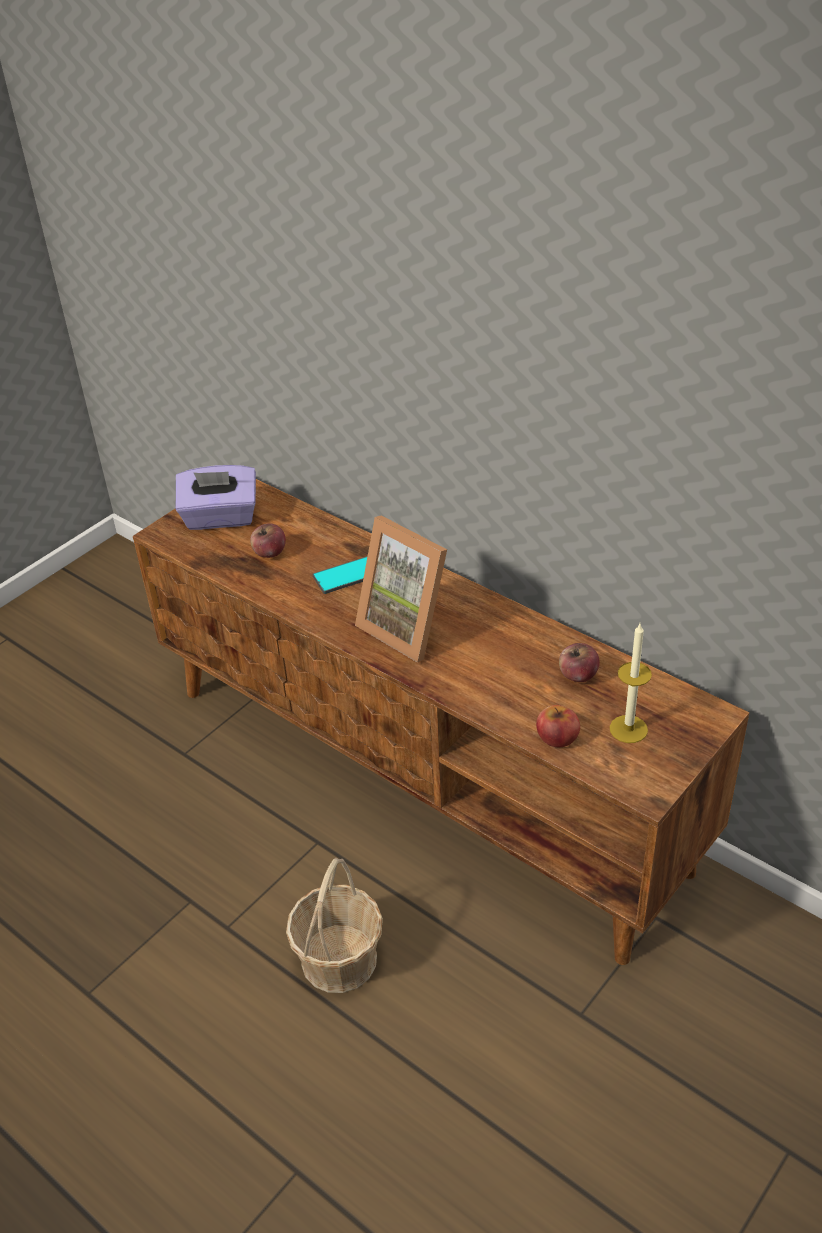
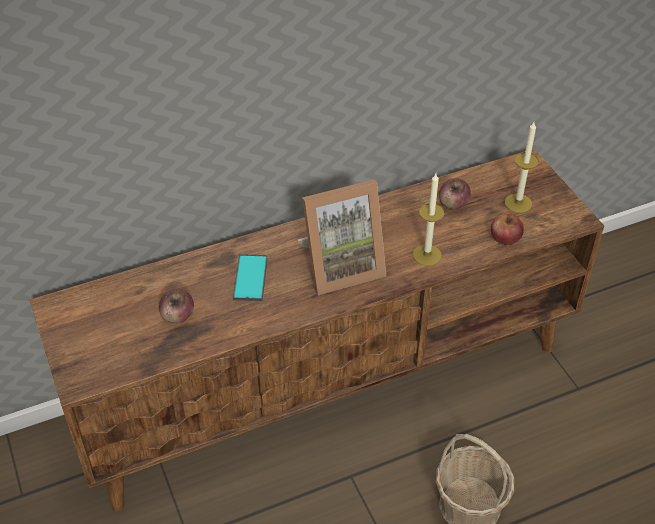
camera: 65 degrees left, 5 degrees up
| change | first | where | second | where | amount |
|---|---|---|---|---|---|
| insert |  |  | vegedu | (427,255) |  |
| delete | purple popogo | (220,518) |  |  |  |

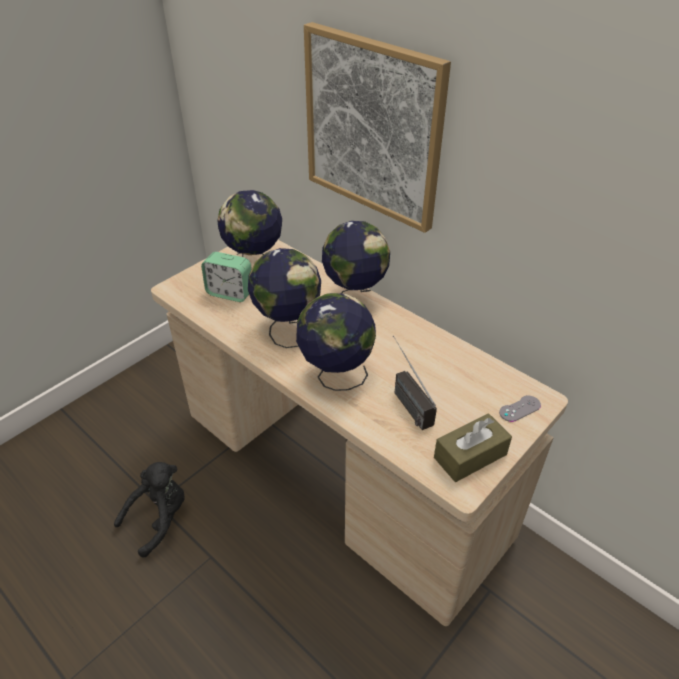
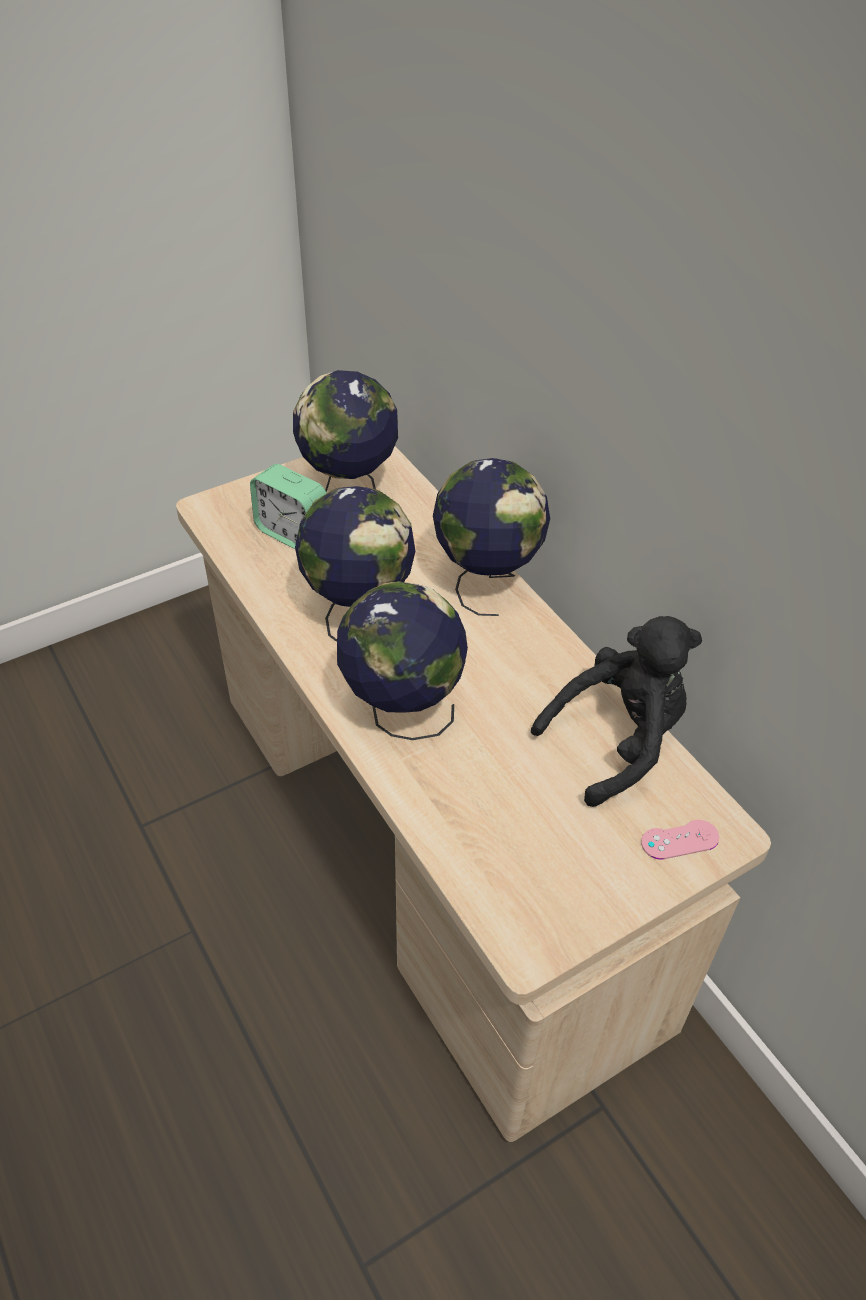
camera: 15 degrees right, 5 degrees up
| change | first | where | second | where | amount |
|---|---|---|---|---|---|
| move | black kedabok | (159,519) |  | (617,741) |  |
| recolor | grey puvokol | (519,408) | pink puvokol | (679,840) |  |
| delete | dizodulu | (373,127) |  |  |  |
| delete | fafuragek | (404,399) |  |  |  |
| delete | brown popogo | (470,456) |  |  |  |

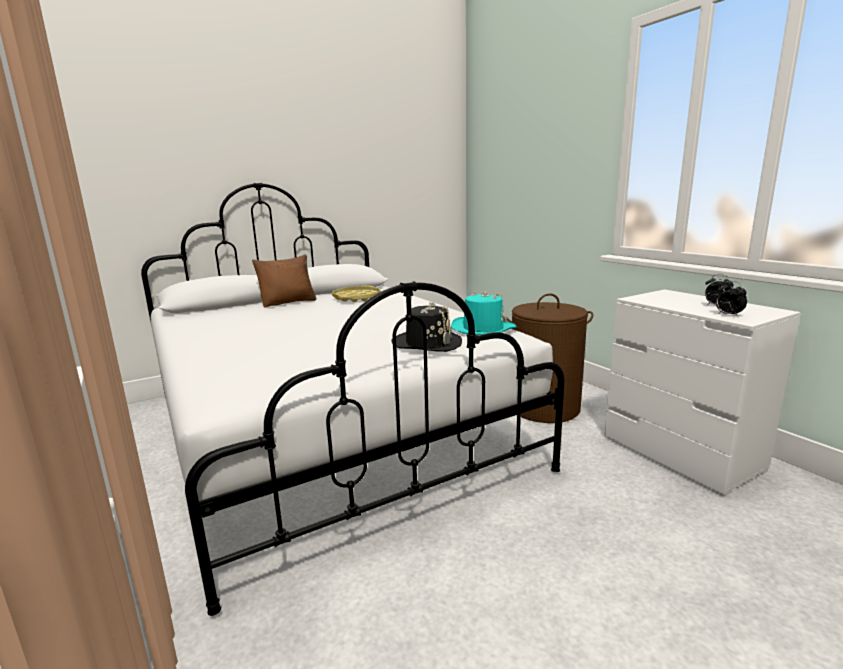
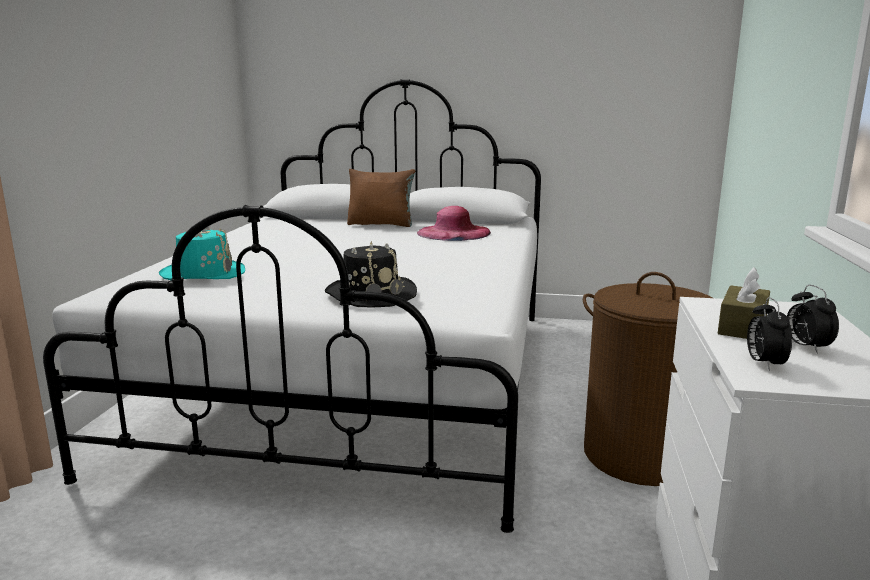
camera: 40 degrees right, 0 degrees up
| change | first | where | second | where | amount |
|---|---|---|---|---|---|
| move | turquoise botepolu | (482,329) |  | (203,274) |  |
| replace | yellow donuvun | (357,298) | pink botepolu | (453,232) |  |
| insert |  |  | brown popogo | (742,326) |  |

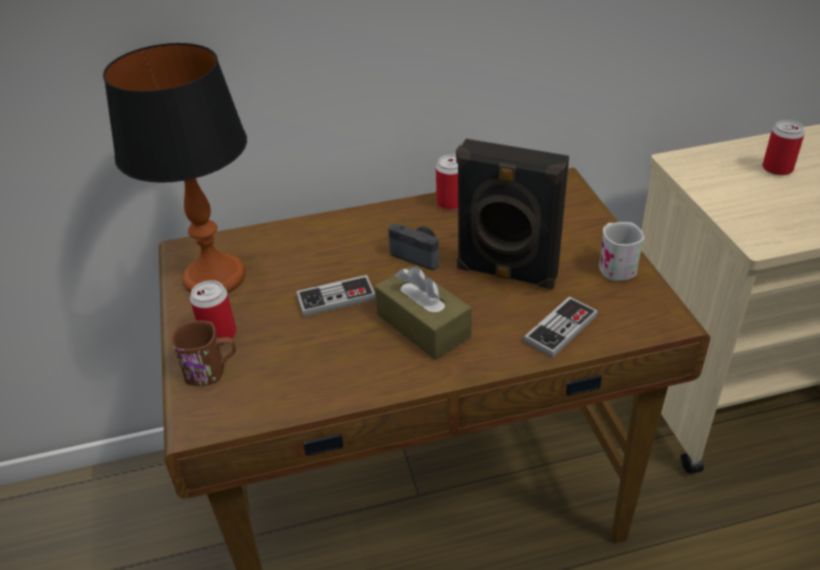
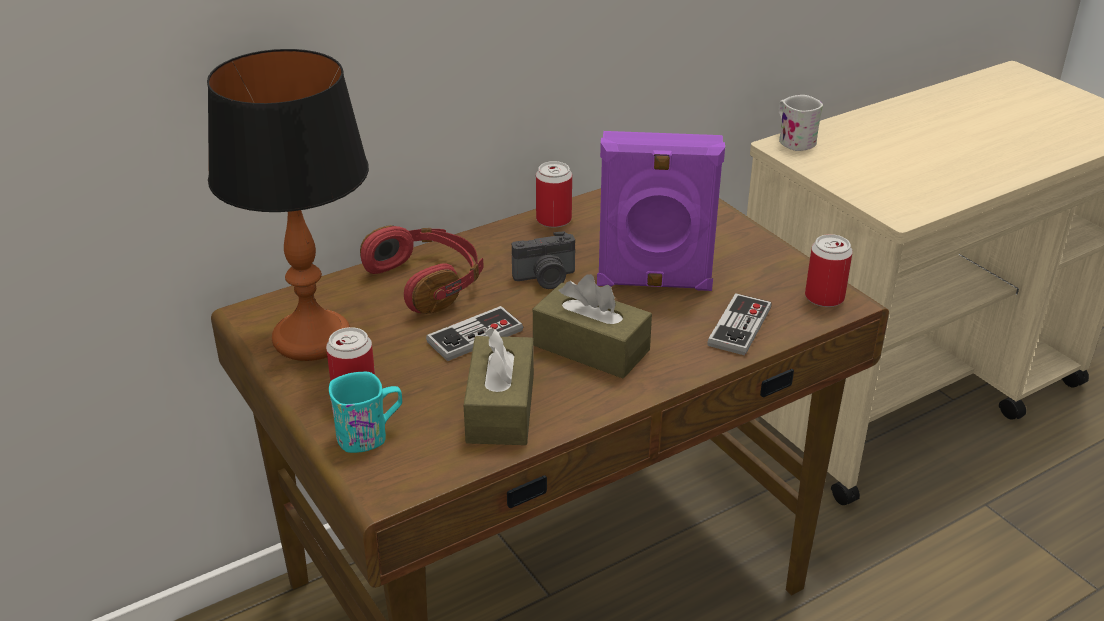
camera: 20 degrees left, 5 degrees down
| change | first | where | second | where | amount |
|---|---|---|---|---|---|
| recolor | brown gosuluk | (212,371) | turquoise gosuluk | (370,434) |  |
| insert |  |  | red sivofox | (428,282) |  |
| insert |  |  | brown popogo | (500,408) |  |
| rotate | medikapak | (418,255) |  | (546,279) | 150 degrees clockwise |
| recolor | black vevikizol | (506,274) | purple vevikizol | (654,283) |  |
| move | white gosuluk | (614,266) |  | (793,140) |  |
| move | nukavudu | (777,169) |  | (824,297) |  |

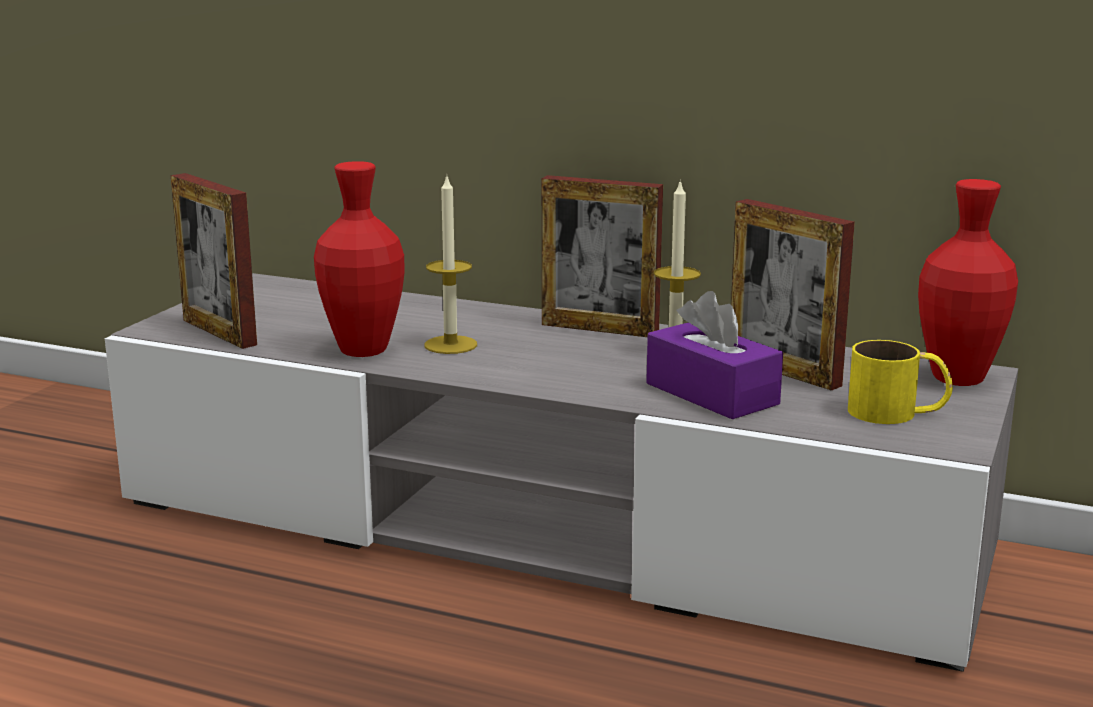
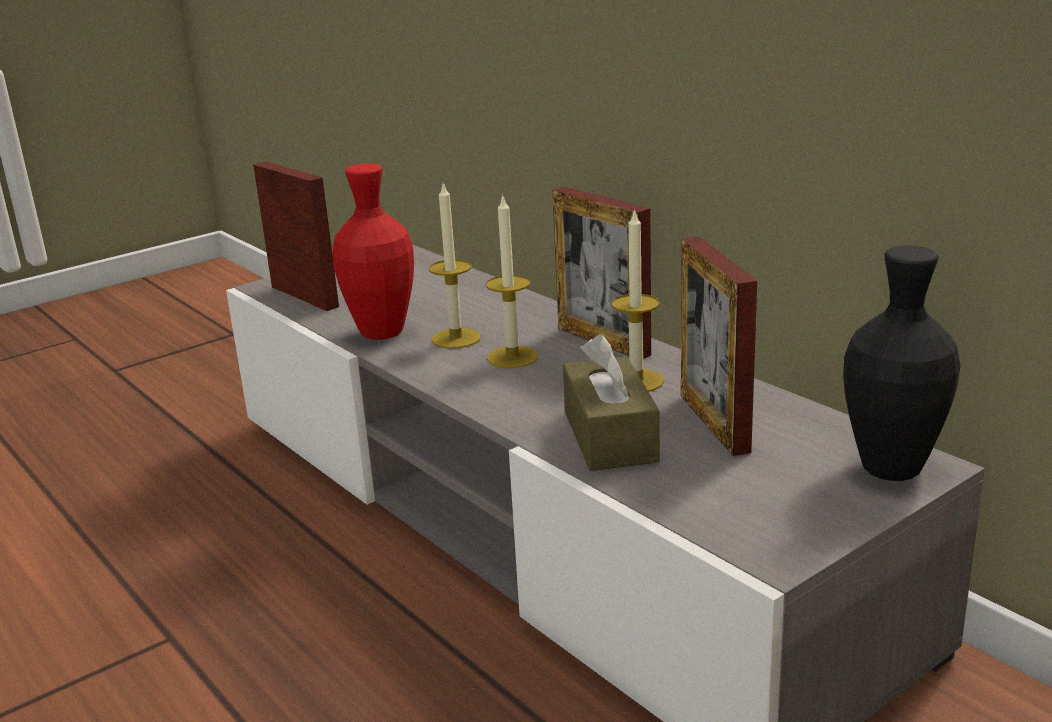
camera: 30 degrees right, 5 degrees up
| change | first | where | second | where | amount |
|---|---|---|---|---|---|
| rotate | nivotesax | (219,332) |  | (304,297) | 150 degrees clockwise |
| insert |  |  | vegedu | (512,357) |  |
| recolor | purple popogo | (711,394) | brown popogo | (610,436) |  |
| recolor | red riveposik | (958,379) | black riveposik | (891,469) |  |
| delete | yellow gosuluk | (898,413) |  |  |  |

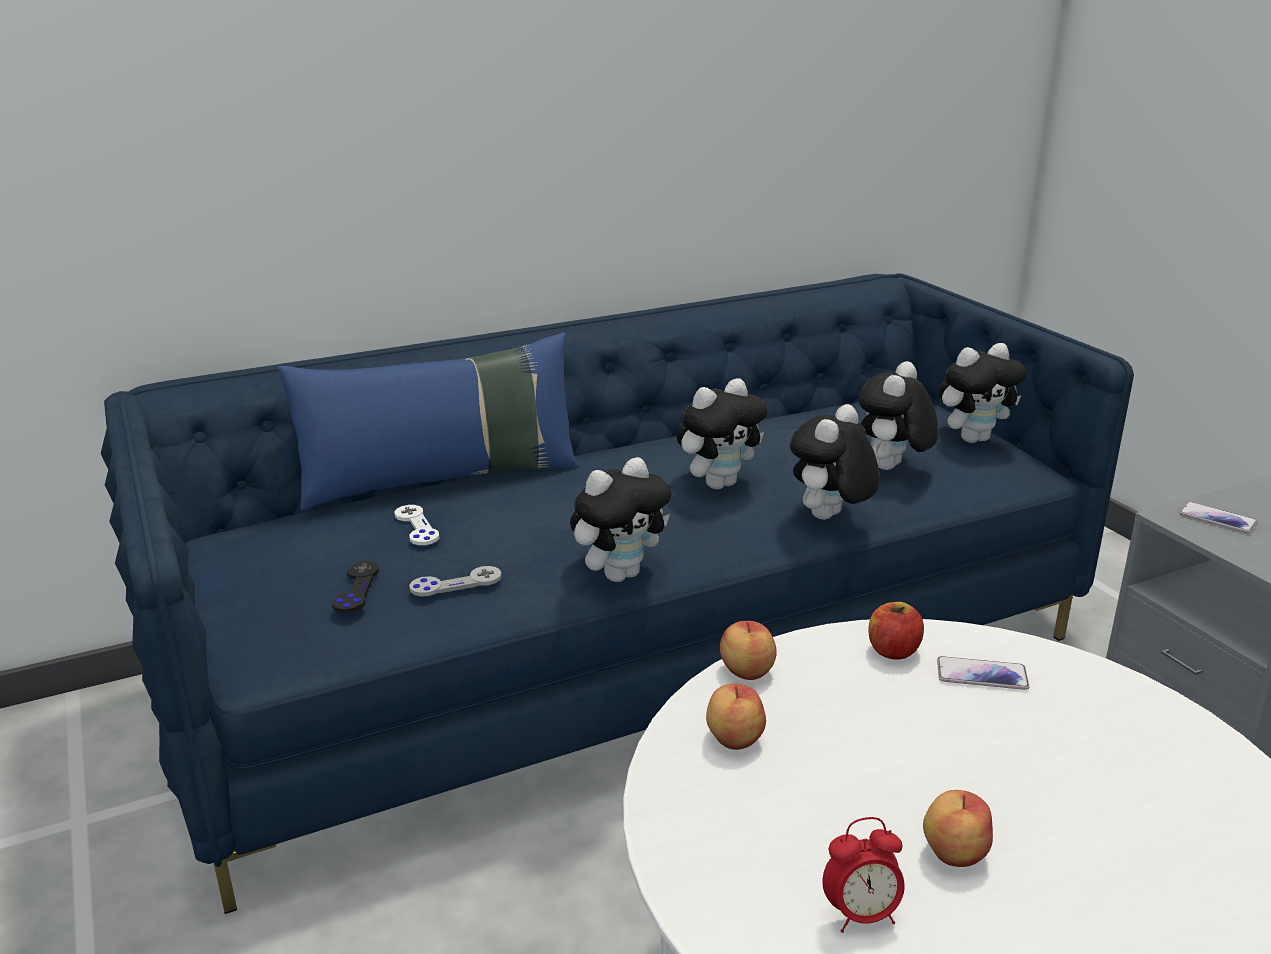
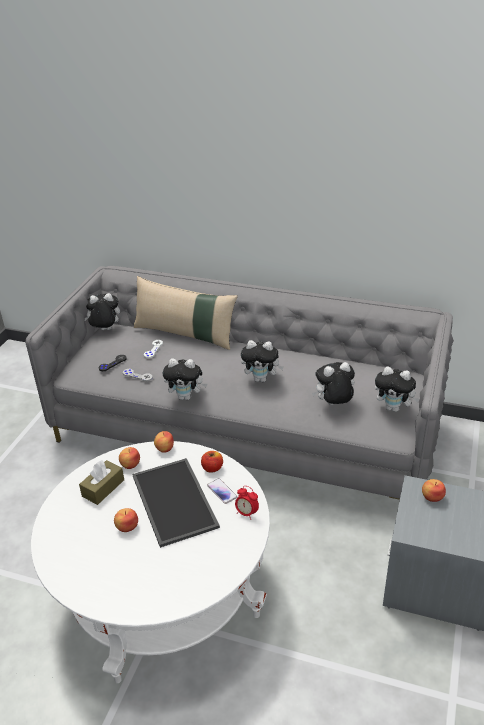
camera: 45 degrees right, 10 degrees up
| change | first | where | second | where | amount |
|---|---|---|---|---|---|
| recolor | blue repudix | (636,658) | grey repudix | (245,431) |  |
| insert |  |  | brown popogo | (103,488) |  |
| move | kedabok | (830,518) |  | (105,330) |  |
| insert |  |  | donuvun | (176,501) |  |
| recolor | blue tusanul | (442,480) | beige tusanul | (185,334) |  |
| move | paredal | (861,915) |  | (246,513) |  |
| replace | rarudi | (1217,519) | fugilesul | (432,497) |  |

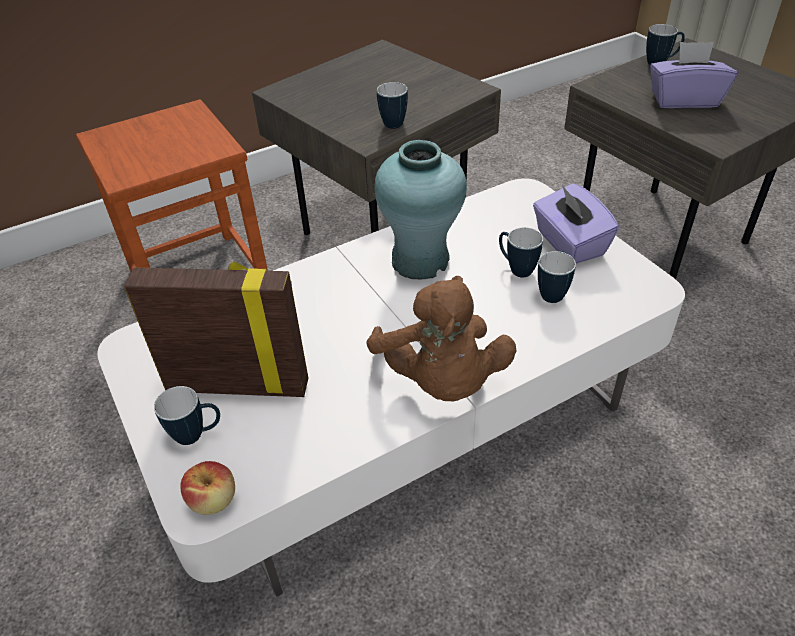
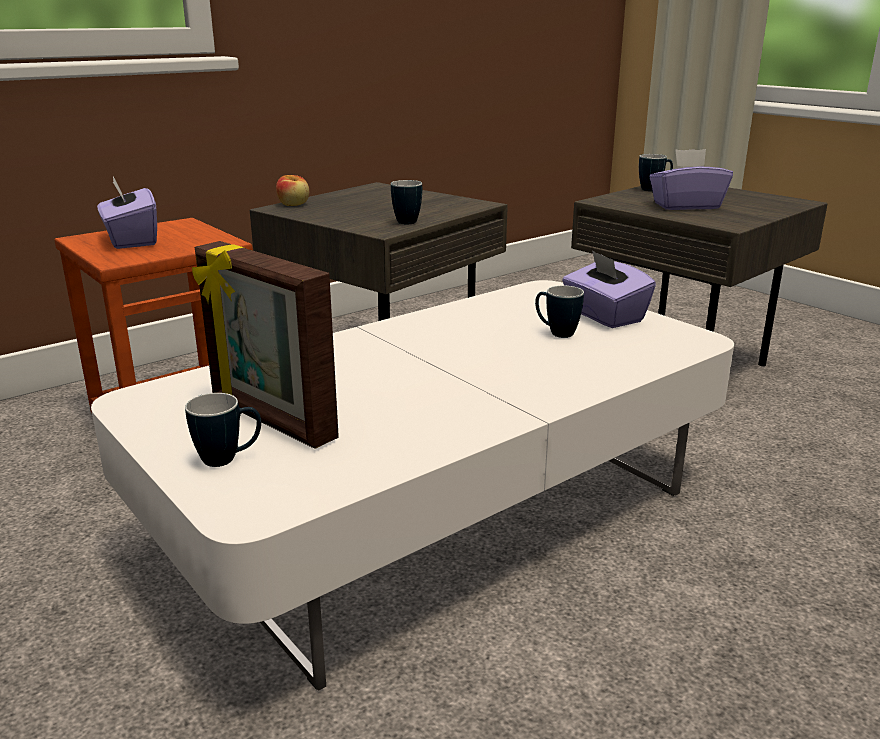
camera: 10 degrees left, 20 degrees down
| change | first | where | second | where | amount |
|---|---|---|---|---|---|
| insert |  |  | purple popogo | (131,240) |  |
| rotate | nivotesax | (238,384) |  | (270,421) | 135 degrees counterclockwise |
| move | fugilesul | (213,500) |  | (294,204) |  |
| delete | brown kedabok | (441,381) |  |  |  |
| delete | turquoise riveposik | (420,260) |  |  |  |
| delete | gosuluk | (553,292) |  |  |  |

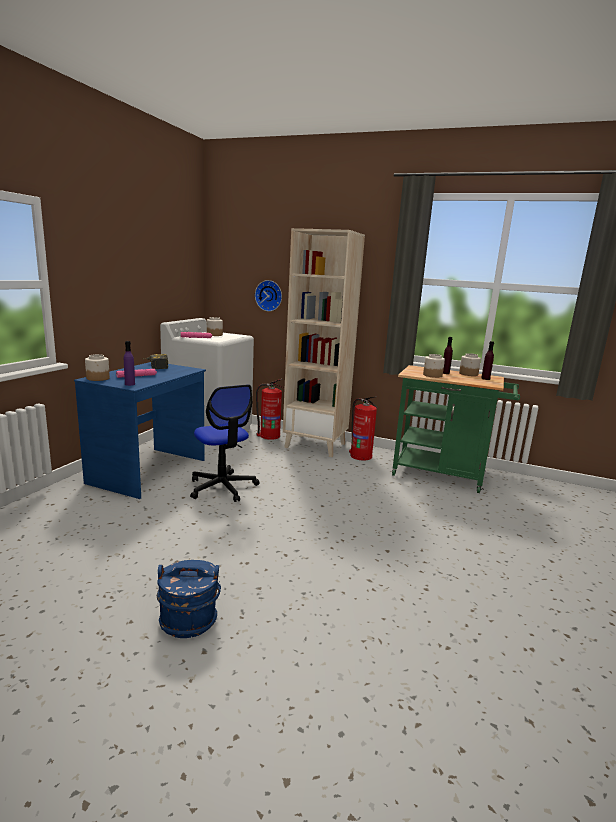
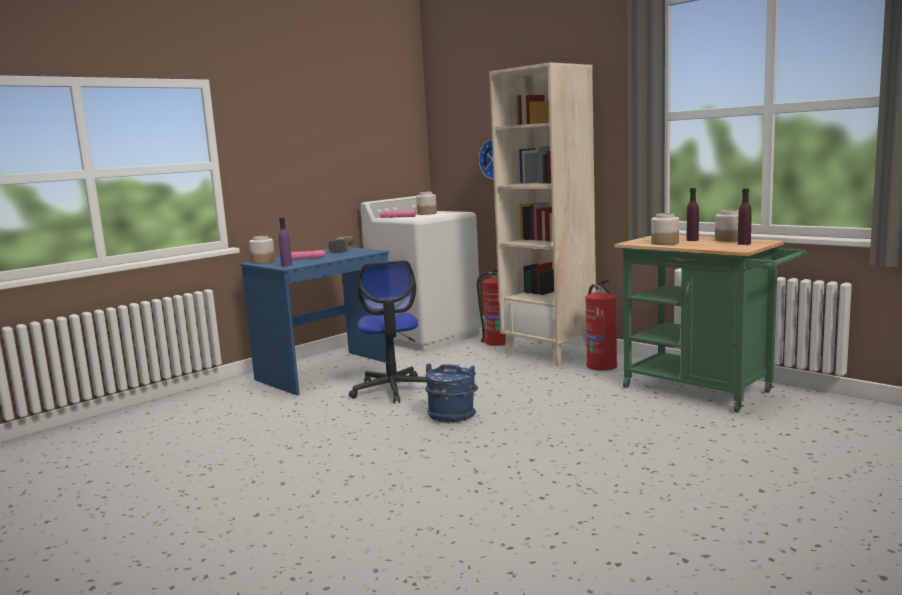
camera: 25 degrees right, 5 degrees down
| change | first | where | second | where | amount |
|---|---|---|---|---|---|
| move | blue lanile | (189,620) |  | (452,415) |  |

